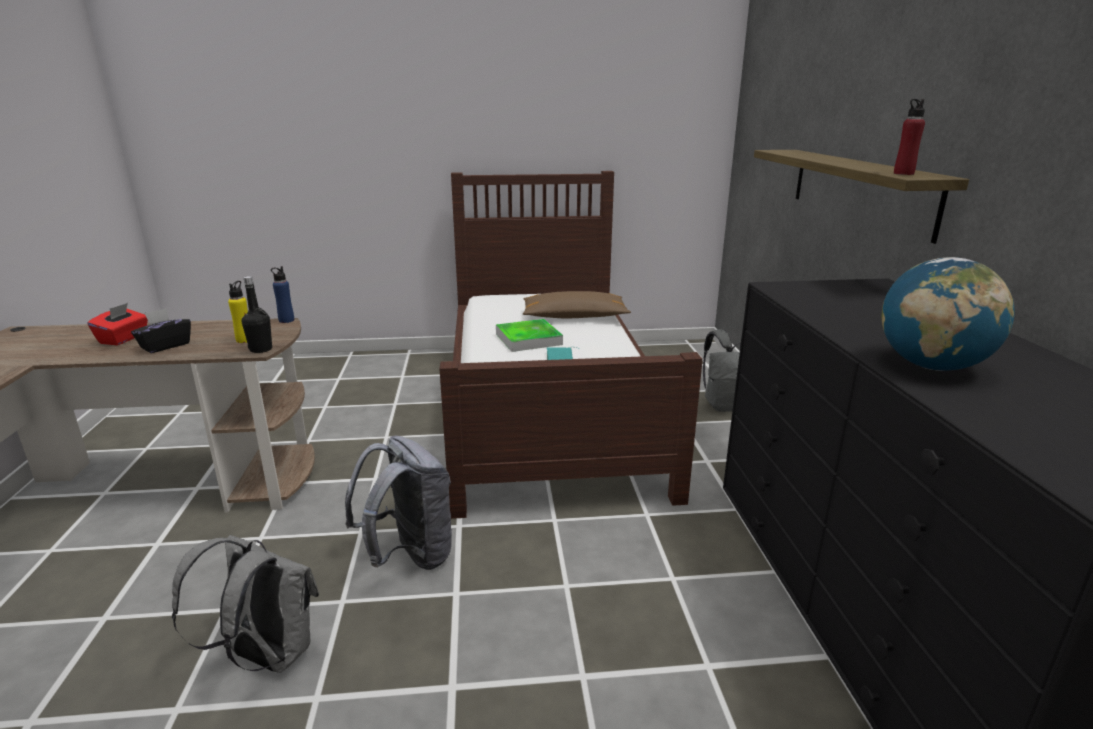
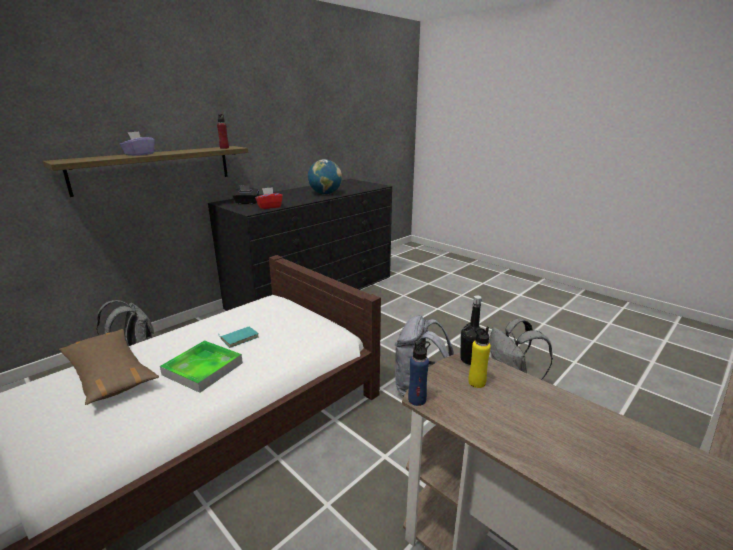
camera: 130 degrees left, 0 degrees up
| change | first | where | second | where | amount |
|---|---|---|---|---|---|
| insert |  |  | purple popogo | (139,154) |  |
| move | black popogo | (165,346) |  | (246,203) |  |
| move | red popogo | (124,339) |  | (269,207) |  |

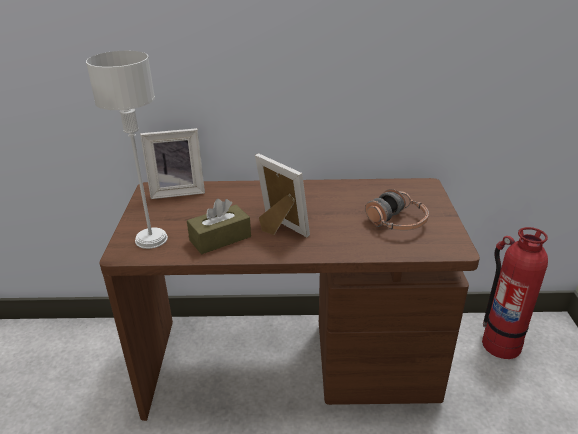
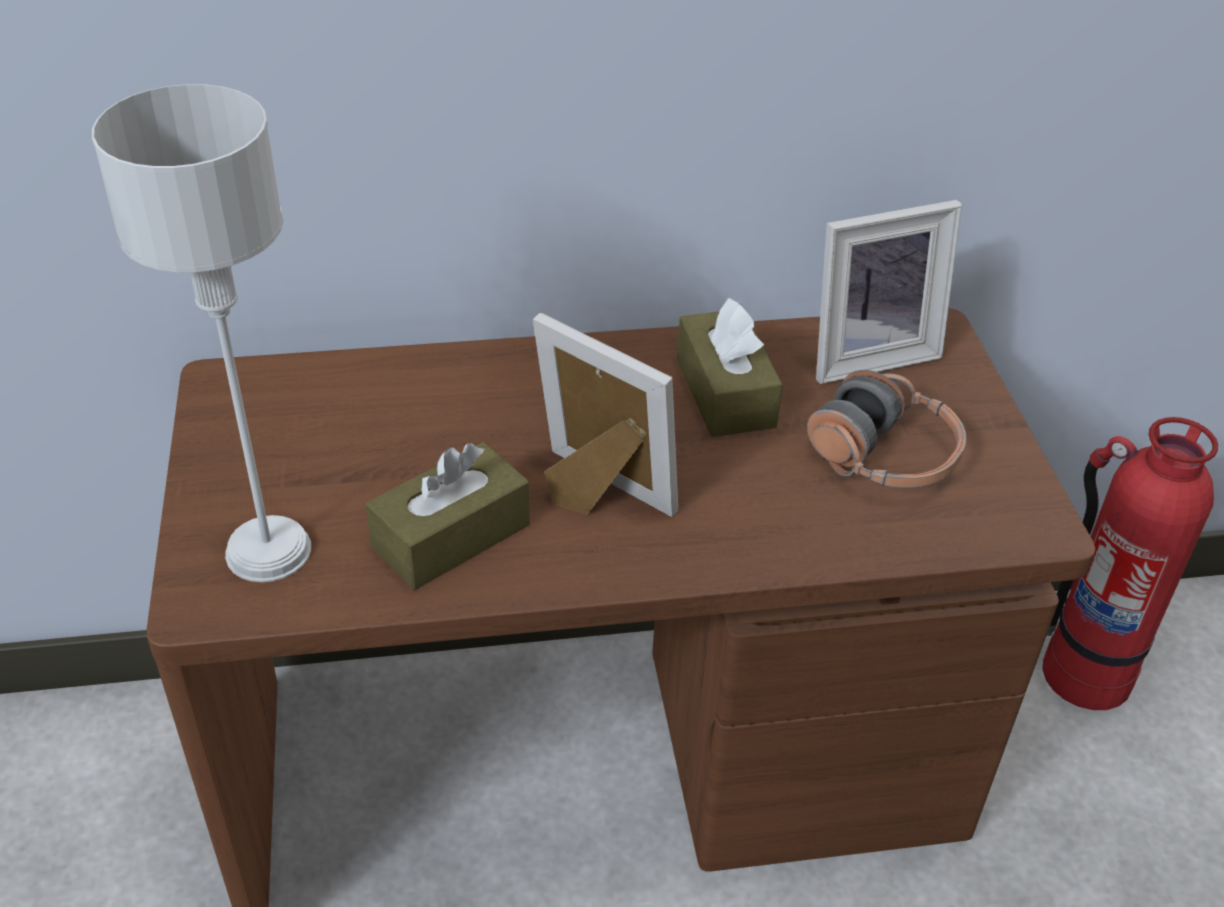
camera: 10 degrees left, 10 degrees up
| change | first | where | second | where | amount |
|---|---|---|---|---|---|
| insert |  |  | brown popogo | (725,392) |  |
| move | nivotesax | (177,191) |  | (867,354) |  |

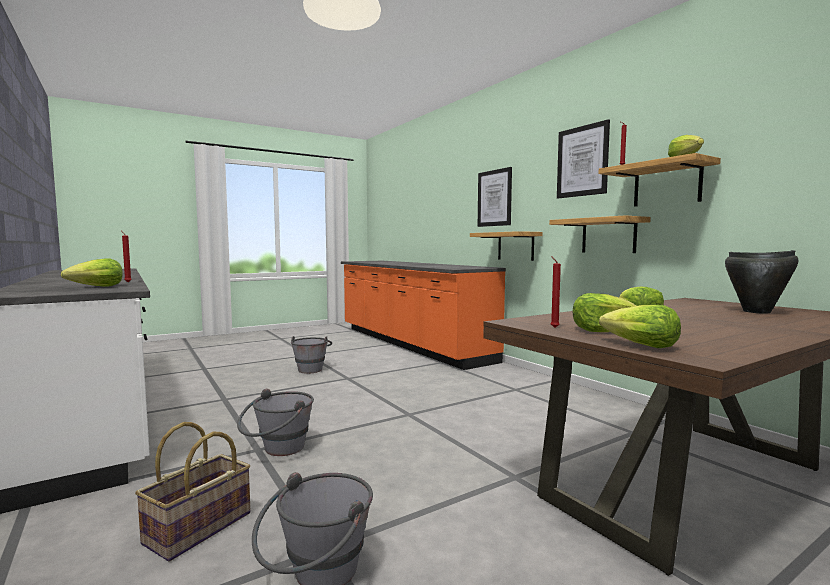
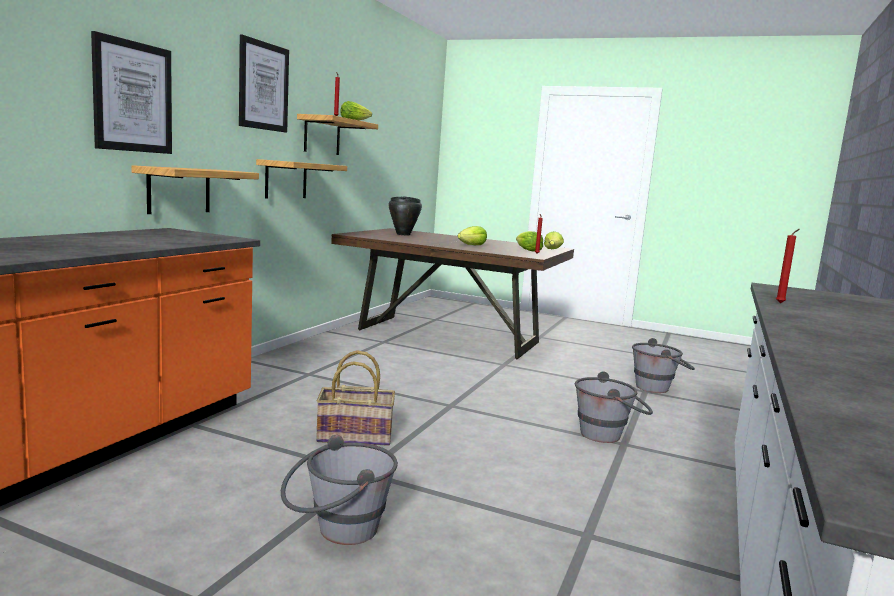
camera: 125 degrees left, 5 degrees up
| change | first | where | second | where | amount |
|---|---|---|---|---|---|
| move | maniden | (199,529) |  | (355,435) |  |
| delete | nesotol | (97,287) |  |  |  |

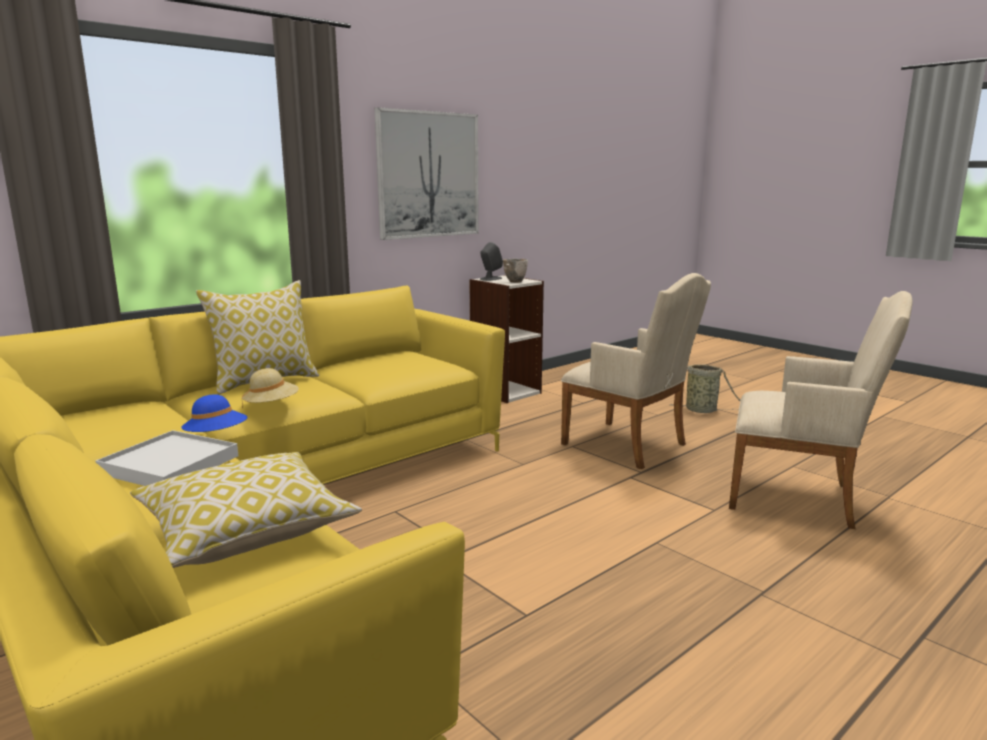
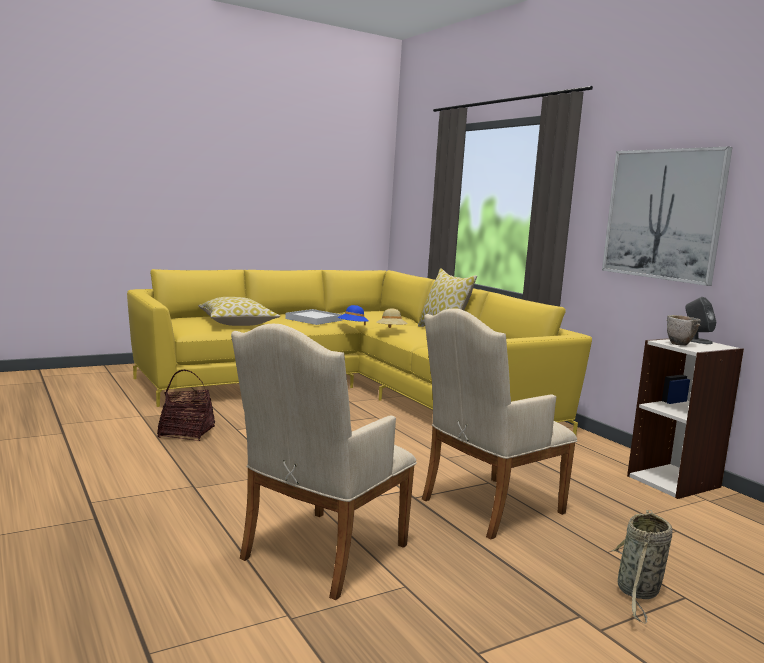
camera: 100 degrees right, 5 degrees down
| change | first | where | second | where | amount |
|---|---|---|---|---|---|
| insert |  |  | maniden | (186,432) |  |

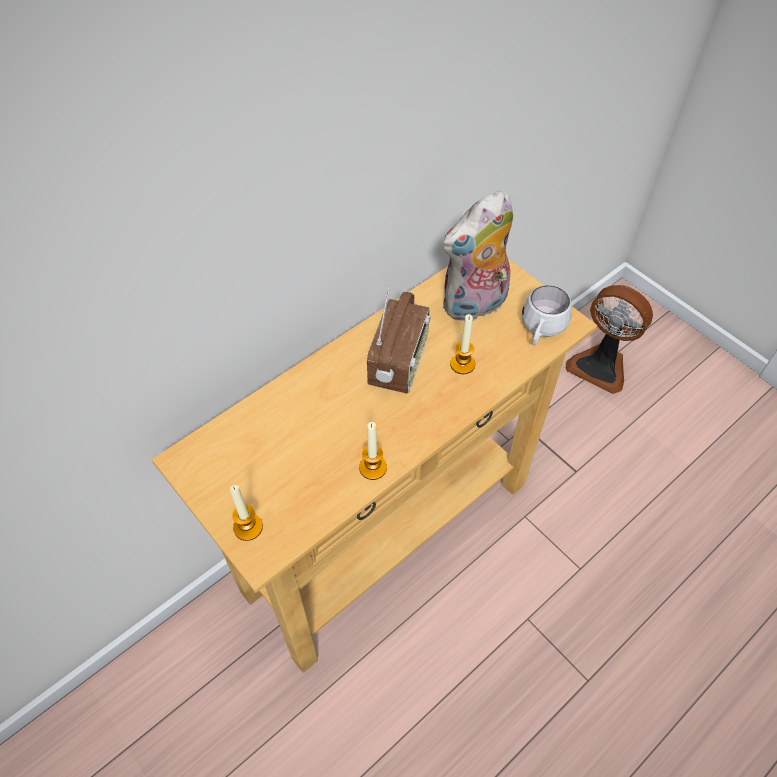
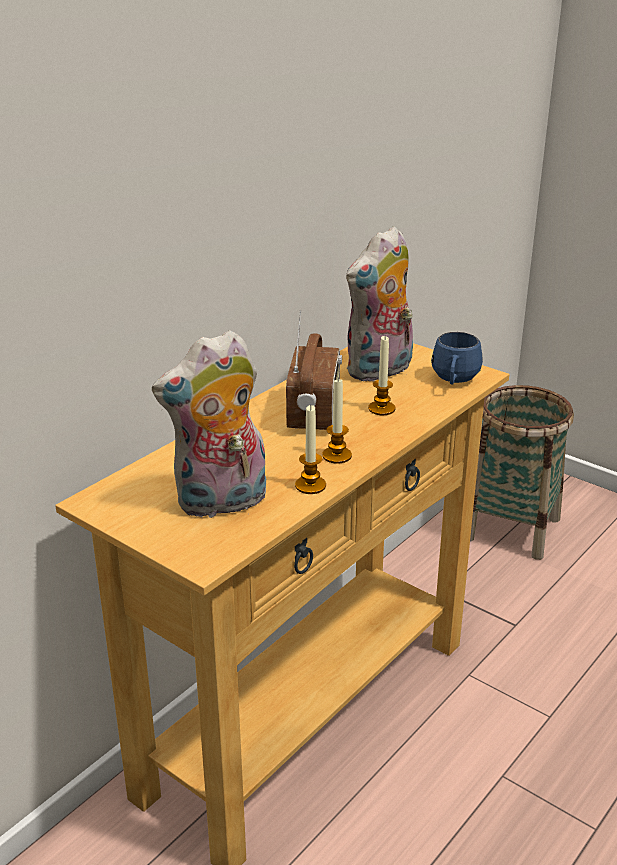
camera: 10 degrees left, 25 degrees down
| change | first | where | second | where | amount |
|---|---|---|---|---|---|
| insert |  |  | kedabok | (221,503) |  |
| move | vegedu | (248,527) |  | (337,456) |  |
| recolor | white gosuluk | (540,332) | blue gosuluk | (454,382) |  |
| replace | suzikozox | (600,366) | maniden | (512,528) |  |

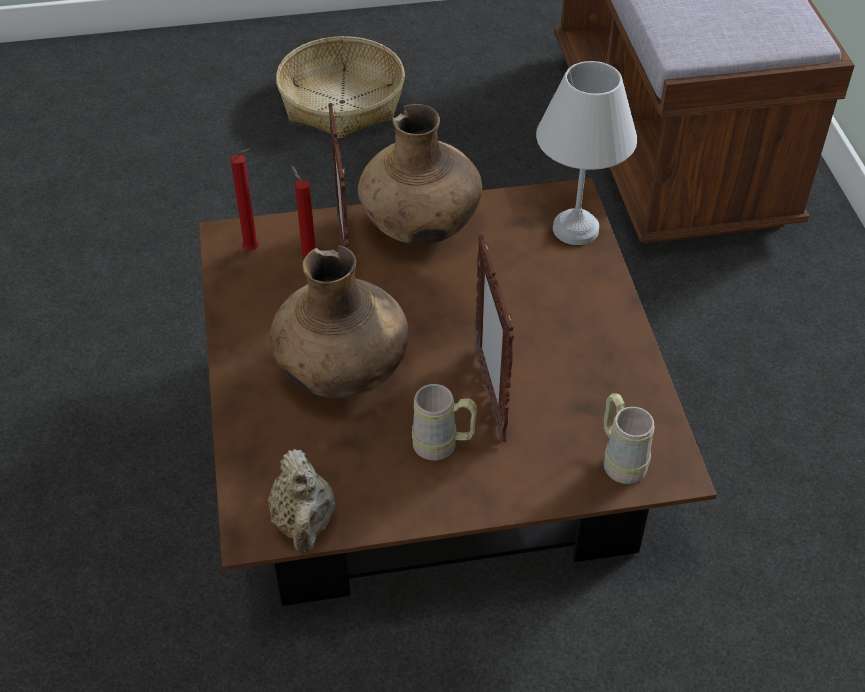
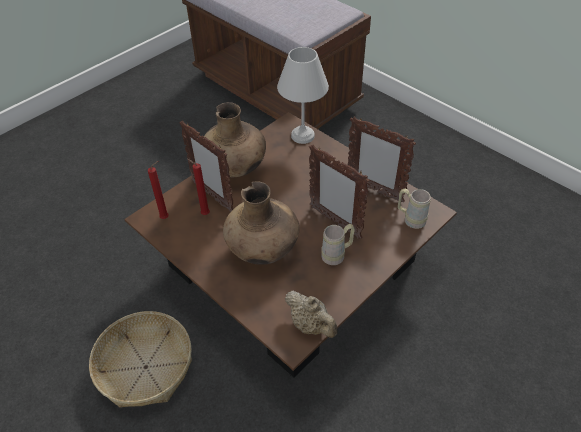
camera: 35 degrees left, 0 degrees up
| change | first | where | second | where | amount |
|---|---|---|---|---|---|
| move | maniden | (342,102) |  | (146,367) |  |
| insert |  |  | nivotesax | (374,190) |  |

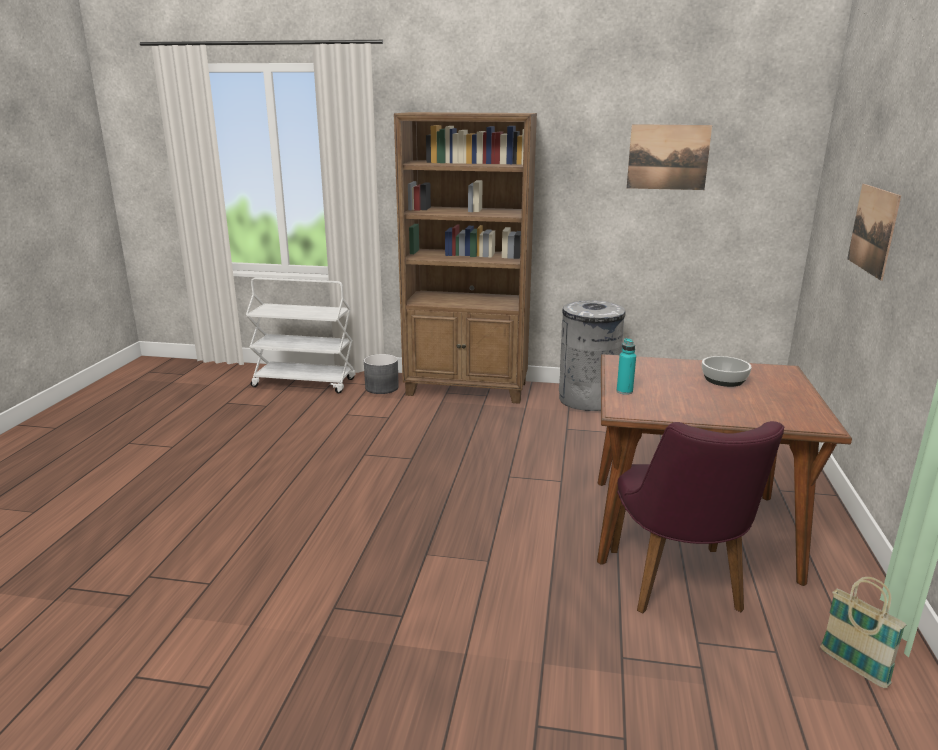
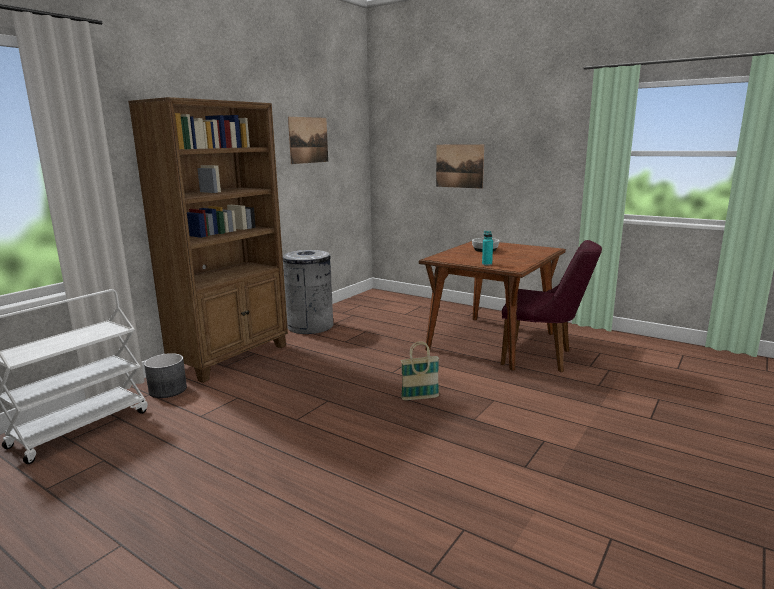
camera: 65 degrees left, 5 degrees down
| change | first | where | second | where | amount |
|---|---|---|---|---|---|
| move | maniden | (853,667) |  | (420,398) |  |

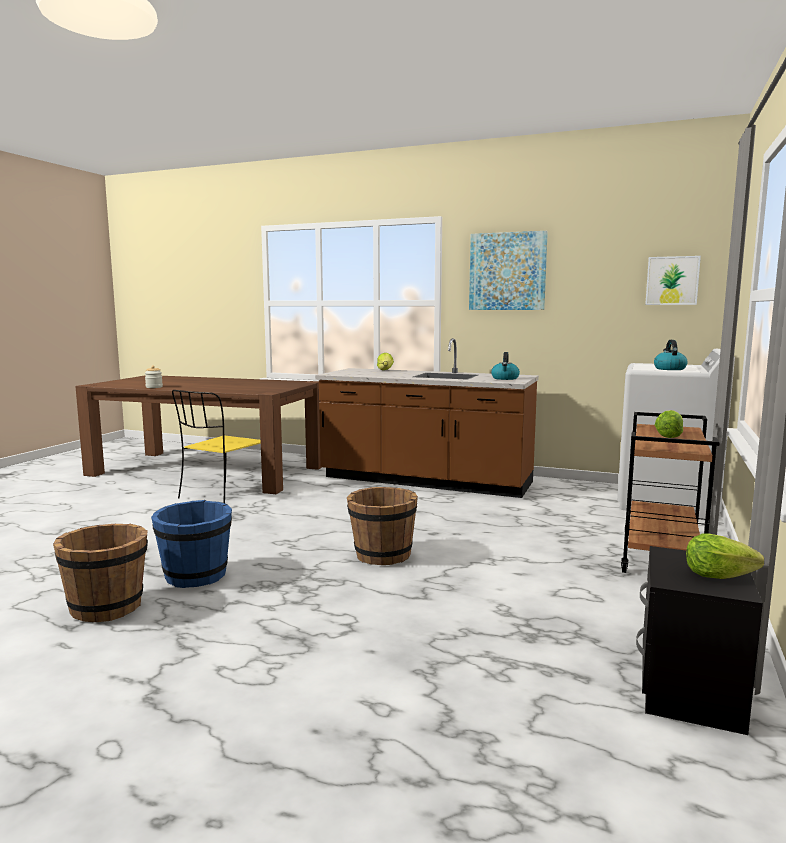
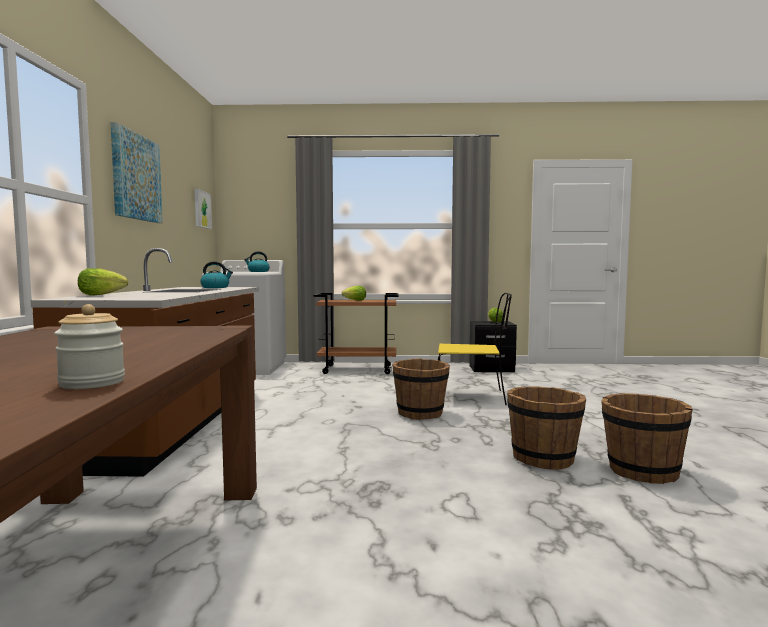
camera: 110 degrees left, 5 degrees down
| change | first | where | second | where | amount |
|---|---|---|---|---|---|
| move | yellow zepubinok | (223,495) |  | (472,397) |  |
| recolor | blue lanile | (196,576) | brown lanile | (543,458) |  |

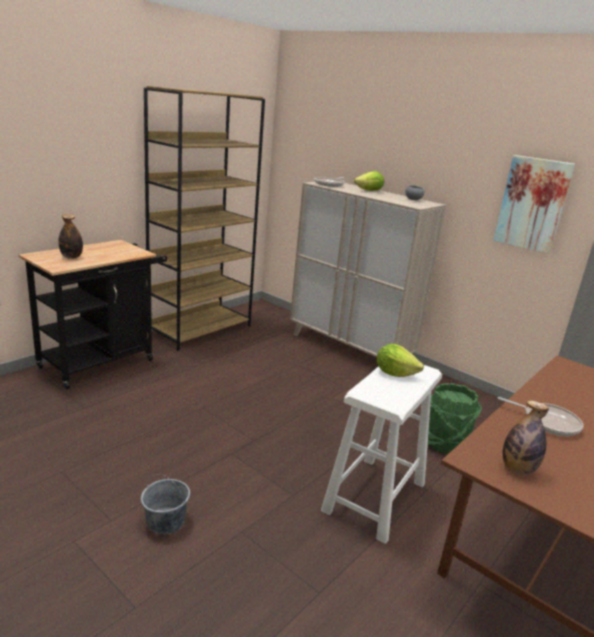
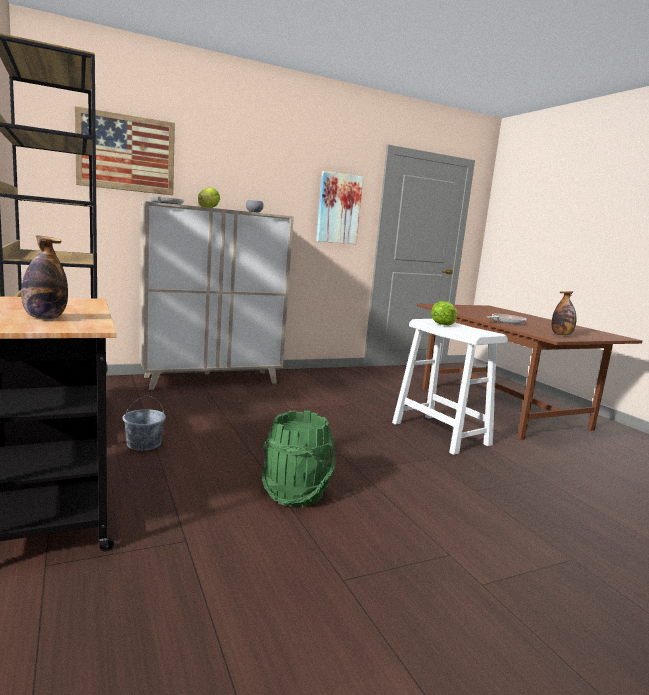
camera: 65 degrees left, 10 degrees down
| change | first | where | second | where | amount |
|---|---|---|---|---|---|
| insert |  |  | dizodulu | (126,153) |  |
| move | grey lanile | (166,521) |  | (144,444) |  |
| move | green lanile | (444,442) |  | (295,493) |  |

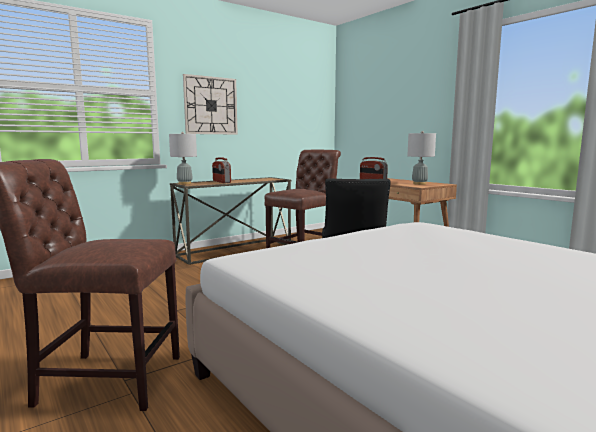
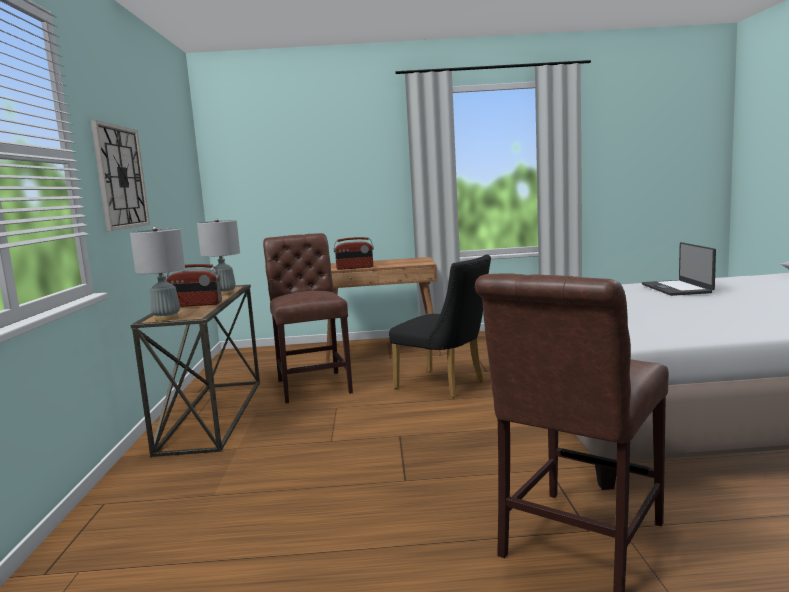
camera: 55 degrees left, 0 degrees up
| change | first | where | second | where | amount |
|---|---|---|---|---|---|
| move | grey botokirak | (419,184) |  | (225,293) |  |
| insert |  |  | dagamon | (677,288) |  |

